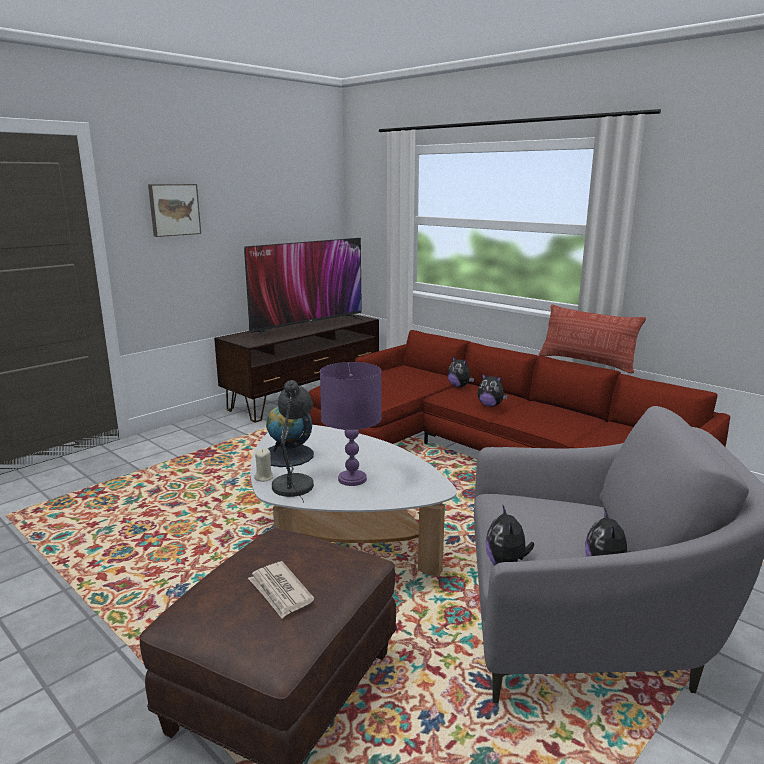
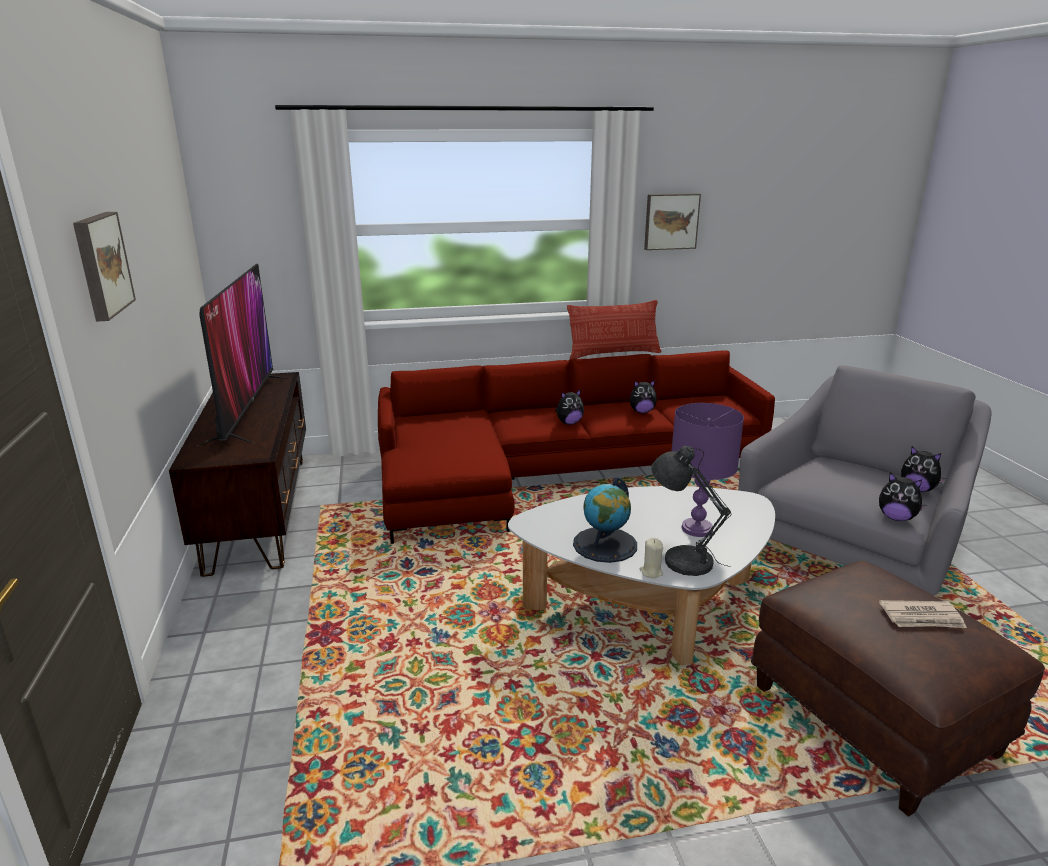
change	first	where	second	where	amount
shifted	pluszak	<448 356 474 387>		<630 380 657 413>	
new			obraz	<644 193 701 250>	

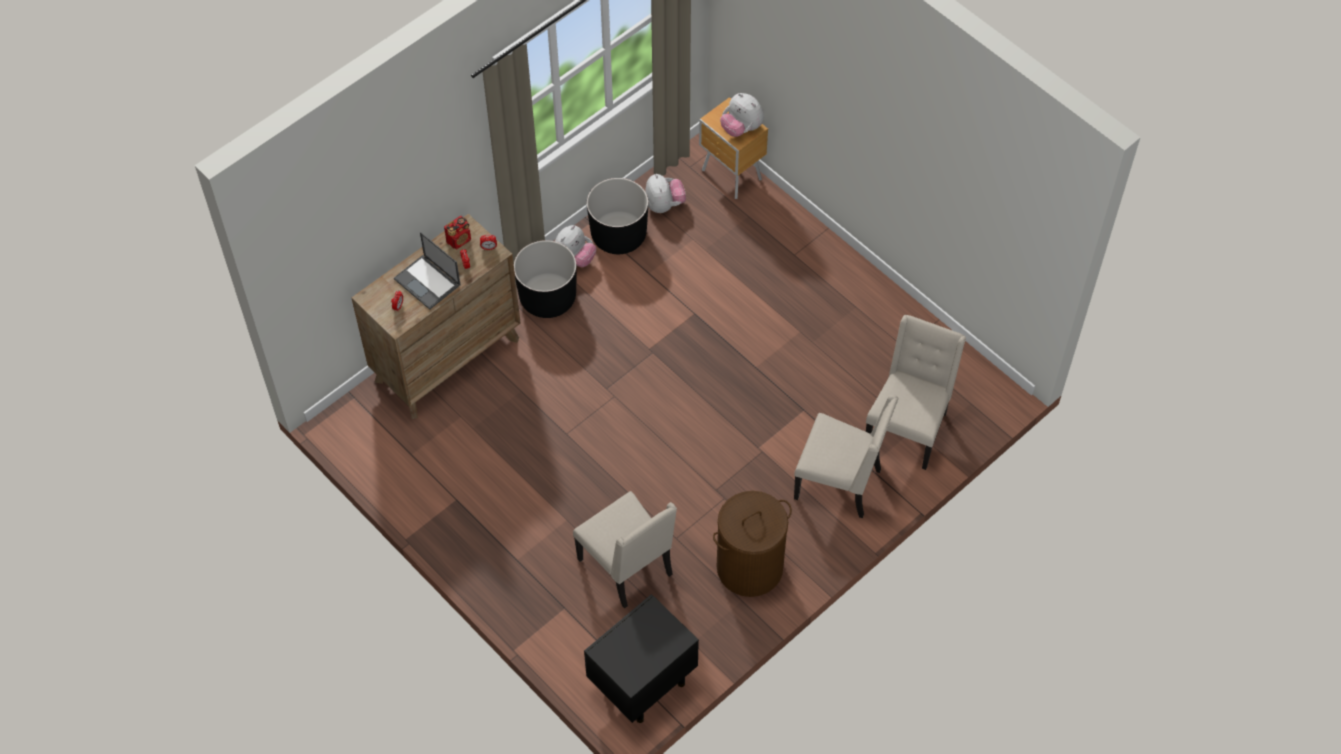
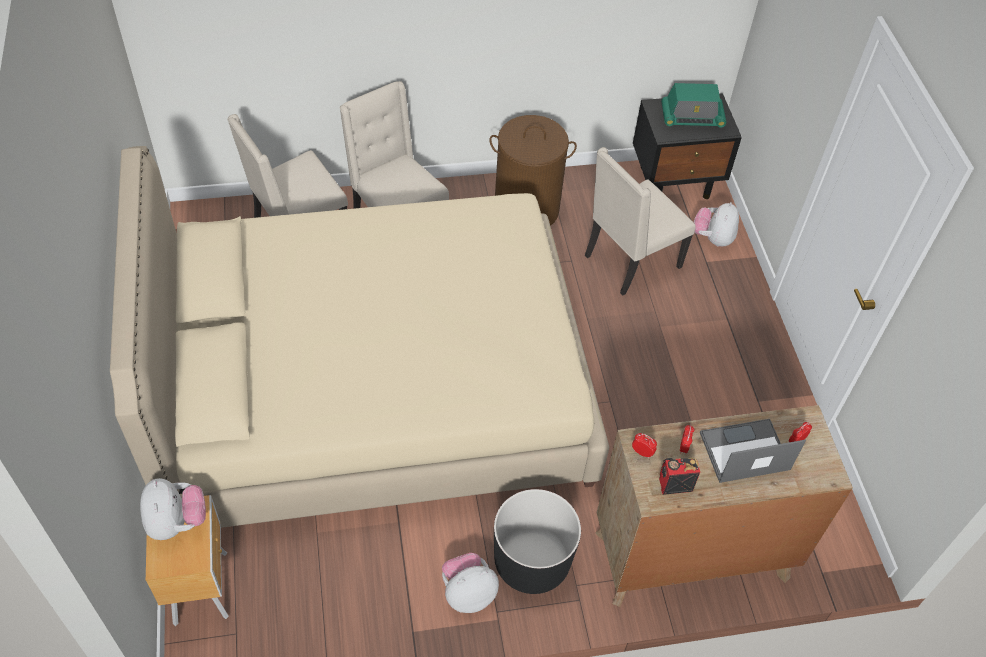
change	first	where	second	where	amount
shifted	pluszak	<645 174 686 213>		<694 202 739 247>	
gone	donica/czarny	<587 178 648 254>			
rotated	laptop	<394 232 460 310>		<700 419 806 483>	90 degrees counterclockwise
rotated	krzesło/beżowy	<573 491 677 608>		<585 147 696 295>	120 degrees counterclockwise
new			radio	<661 83 726 128>	
new			łóżko/beżowy	<110 146 609 528>	

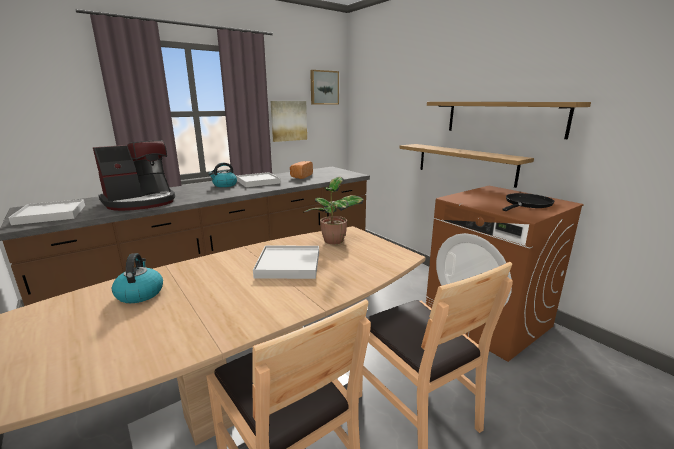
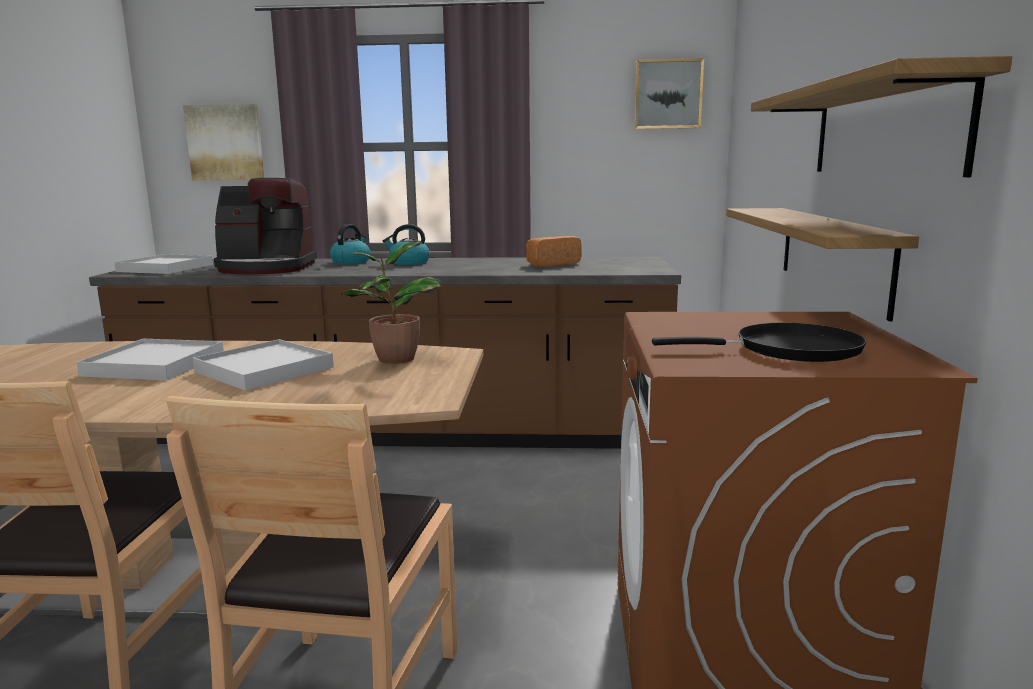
change	first	where	second	where	amount
shifted	obraz	<271 101 307 142>		<183 104 264 180>	
shifted	taca/biały	<236 172 281 187>		<77 339 224 381>	
shifted	czajnik	<112 253 163 303>		<330 224 370 264>	

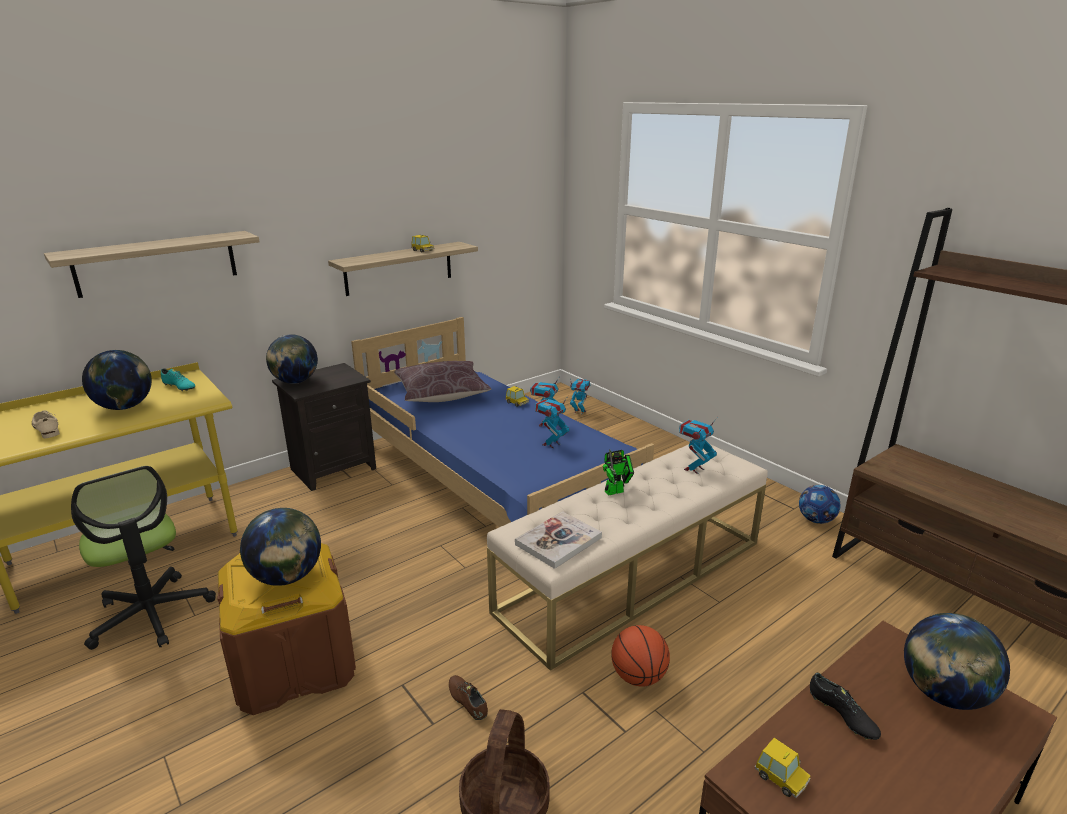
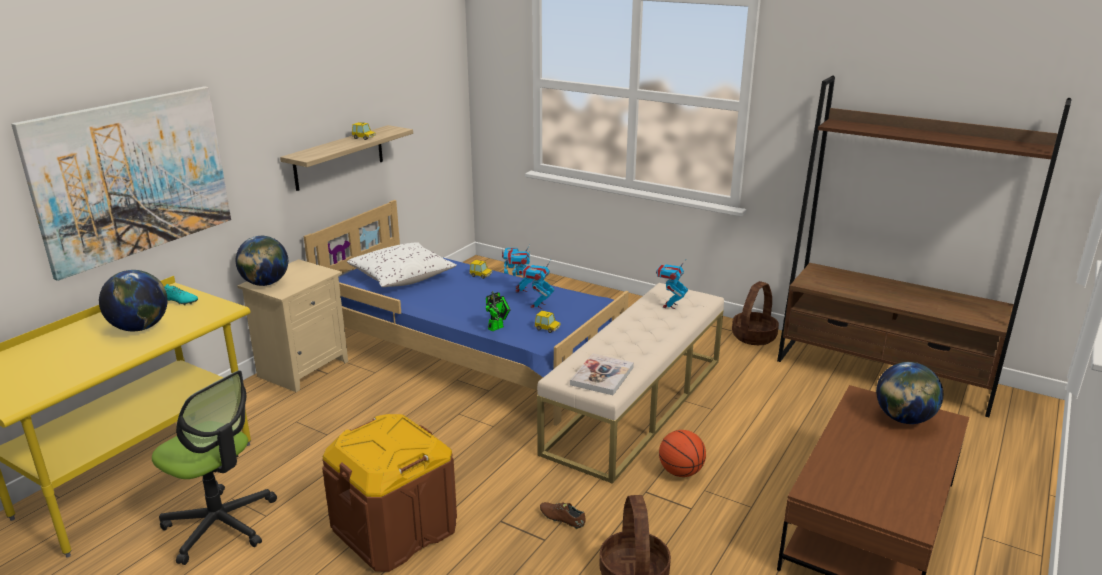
change	first	where	second	where	amount
swapped	półka	<44 231 259 298>	obraz	<11 86 231 281>	
repainted	poduszka/brązowy	<394 361 491 402>	poduszka/biały	<347 242 457 287>	
repainted	szafka nocna/czarny	<272 363 376 491>	szafka nocna/beżowy	<237 259 348 392>	
gone	but/beżowy	<32 411 60 439>			
shifted	robot zabawkowy	<603 450 634 496>		<486 291 511 331>	
swapped	piłka futbolowa	<799 485 841 524>	koszyk	<732 281 779 345>	
gone	globus	<240 508 321 586>			
gone	but/czarny	<810 673 881 740>			
shifted	samochodzik	<755 738 811 798>		<534 311 561 333>	

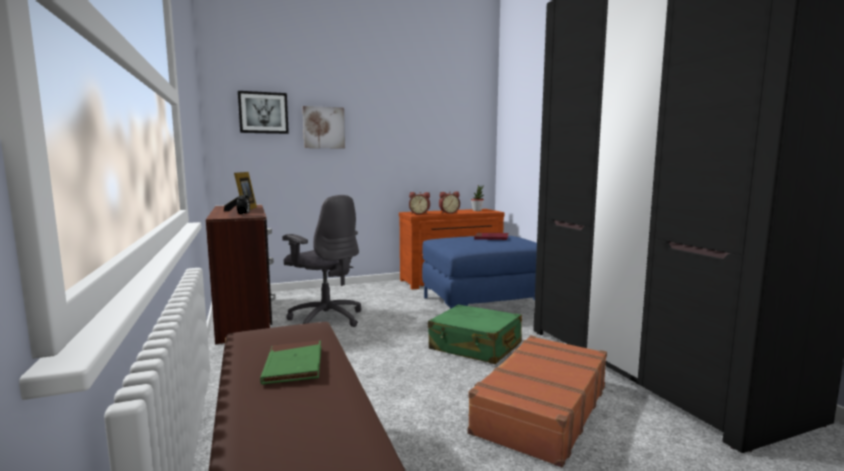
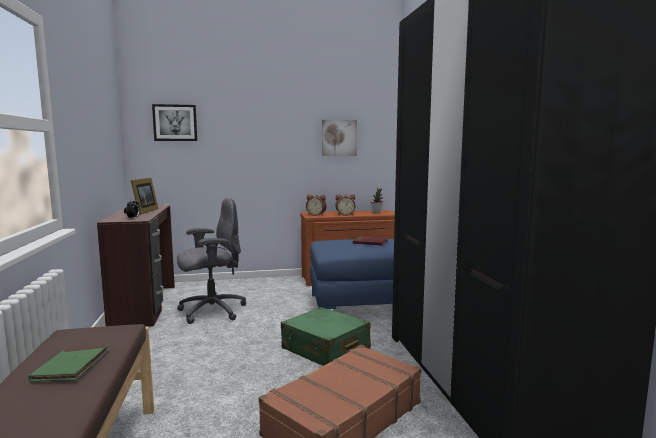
change	first	where	second	where	amount
shifted	obraz	<303 106 345 149>		<322 120 357 156>	
rotated	krzesło biurowe/szary	<282 195 361 327>		<177 198 246 324>	75 degrees counterclockwise

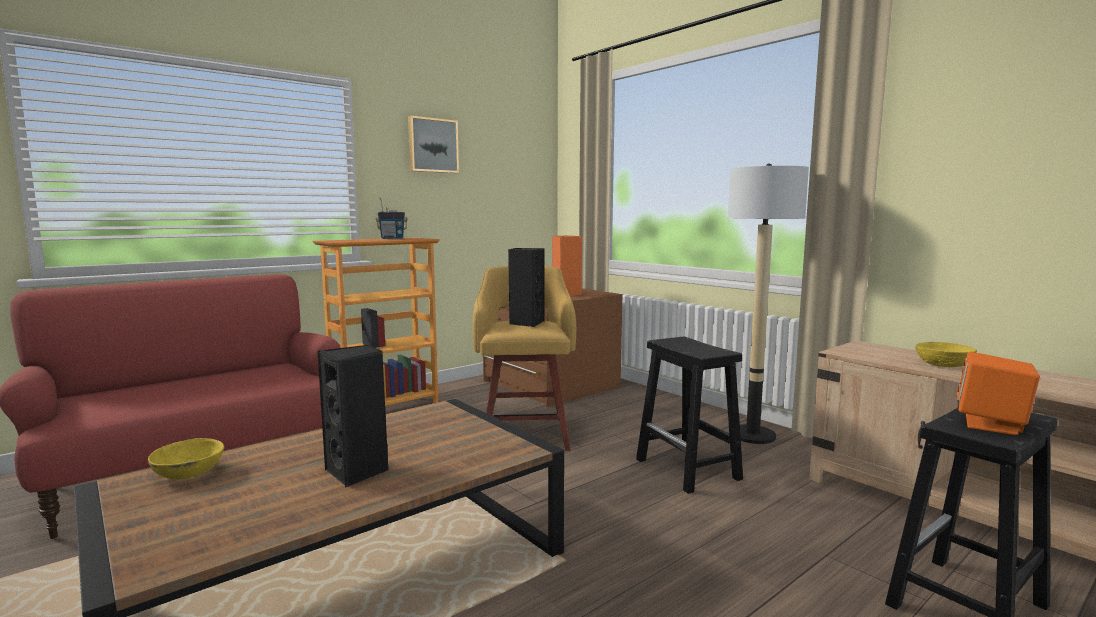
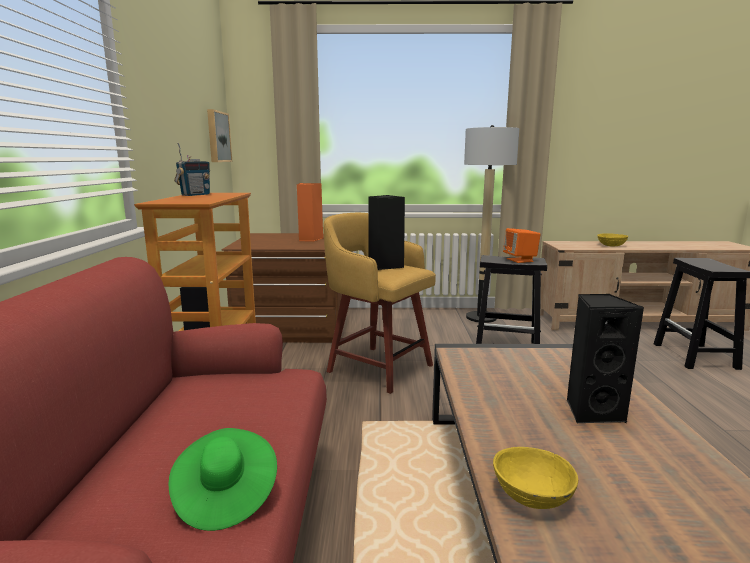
change	first	where	second	where	amount
shifted	obraz	<408 116 459 173>		<207 109 232 162>	
shifted	głośnik/pomarańczowy	<957 352 1040 435>		<503 228 541 263>	
new			kapelusz/zielony	<169 428 277 531>	

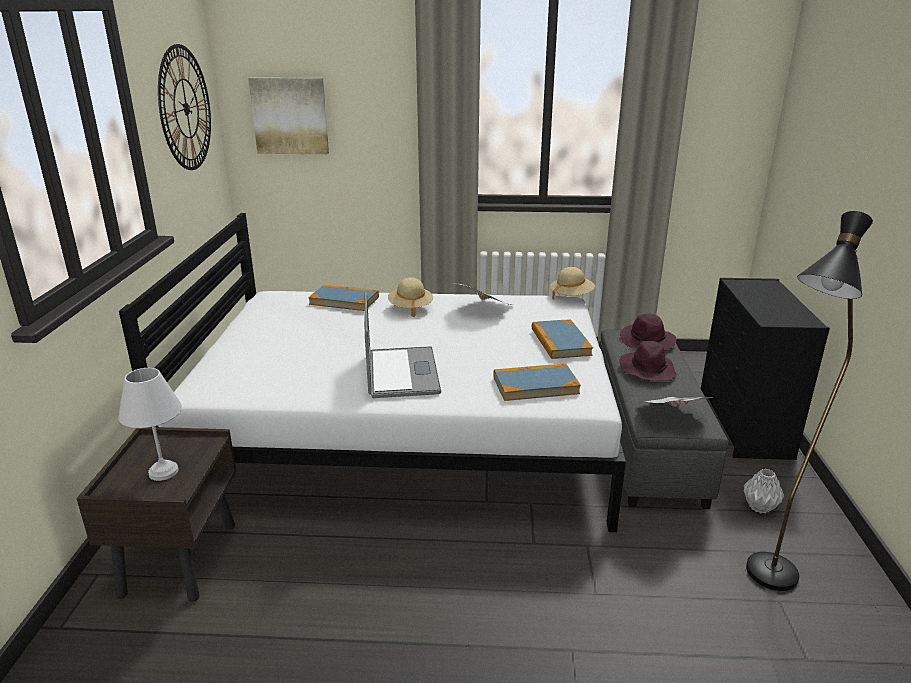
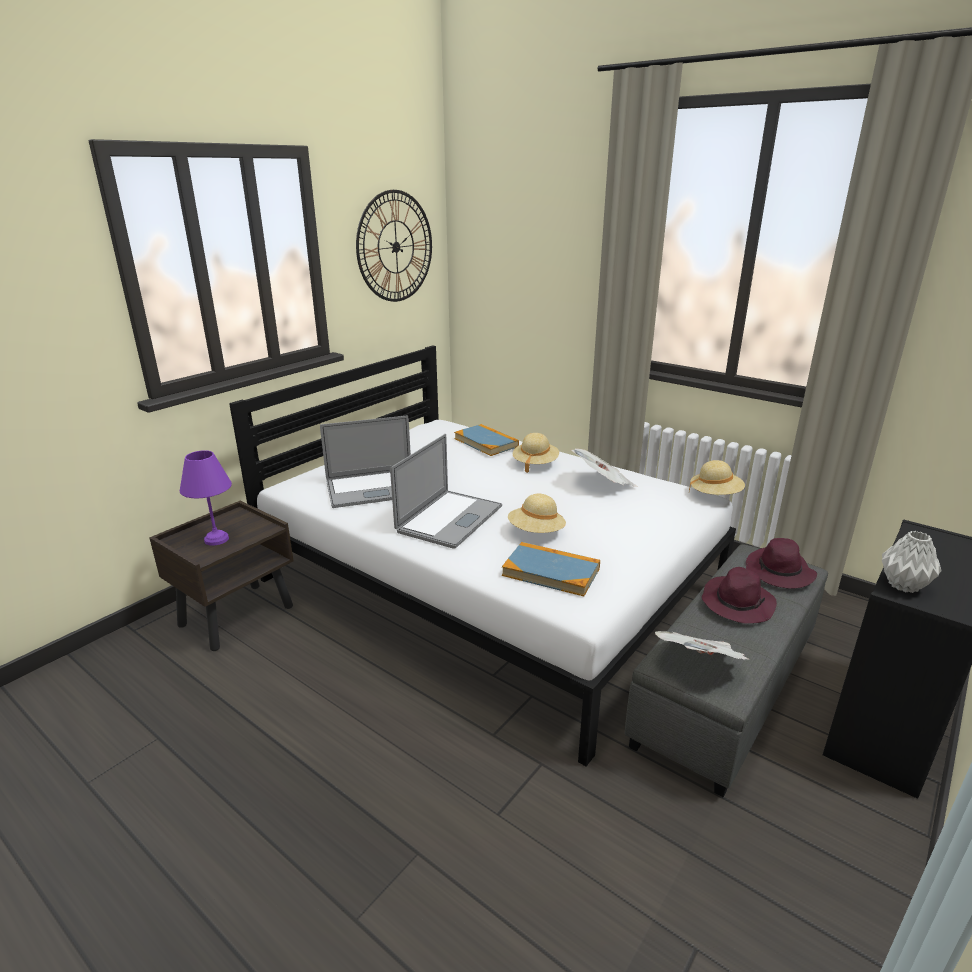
change	first	where	second	where	amount
gone	obraz	<248 77 329 154>			
gone	lampa stojąca/czarny	<746 211 873 591>			
gone	książka	<532 319 593 359>			
repainted	lampa stołowa/biały	<118 368 182 481>	lampa stołowa/fioletowy	<180 450 232 546>	
shifted	wazon/szary	<743 469 784 514>		<882 531 942 593>	
new			laptop	<320 415 411 508>	
new			kapelusz/beżowy	<508 494 566 533>	

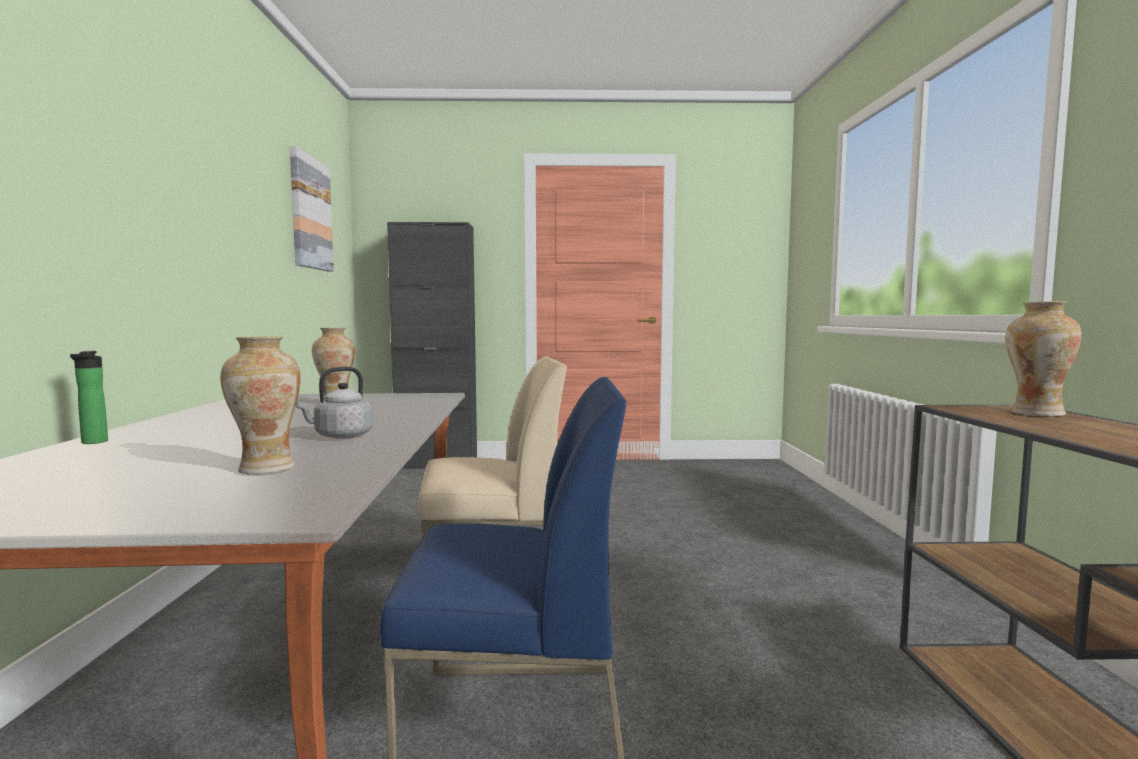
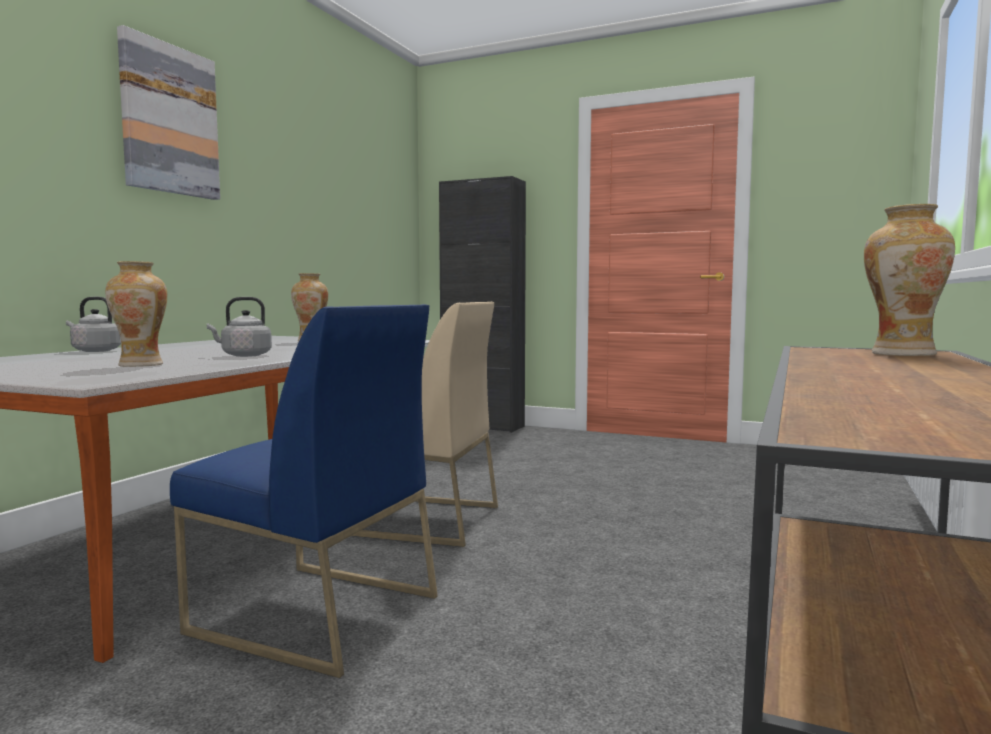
change	first	where	second	where	amount
shifted	obraz	<290 147 334 272>		<117 25 220 200>	
swapped	butelka	<70 351 108 444>	czajnik/szary	<66 297 121 352>	

